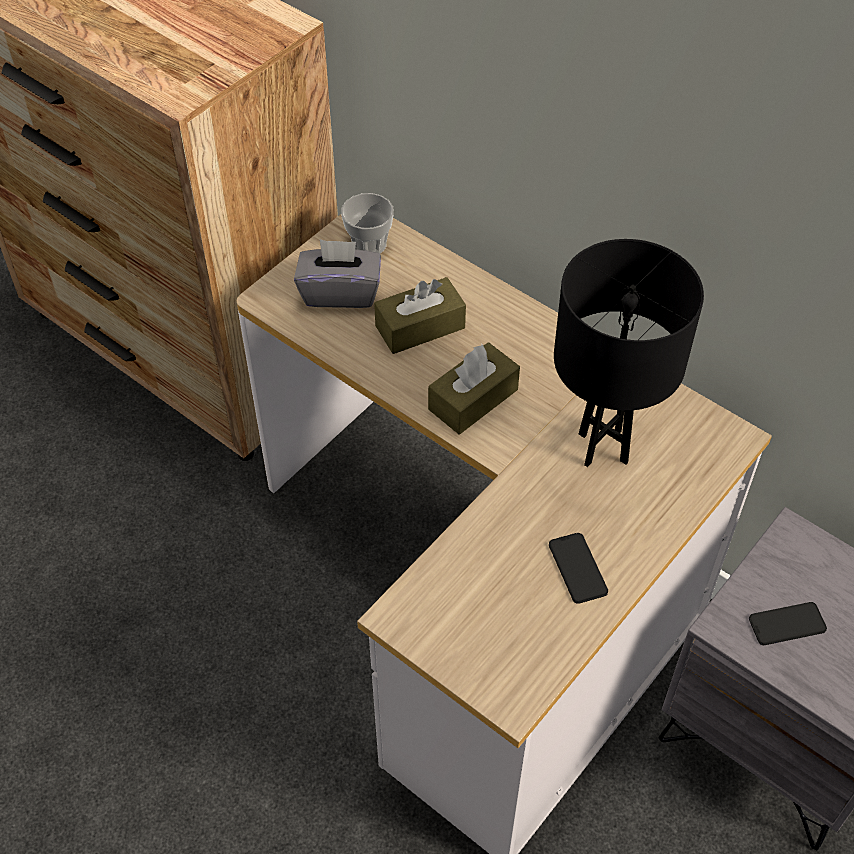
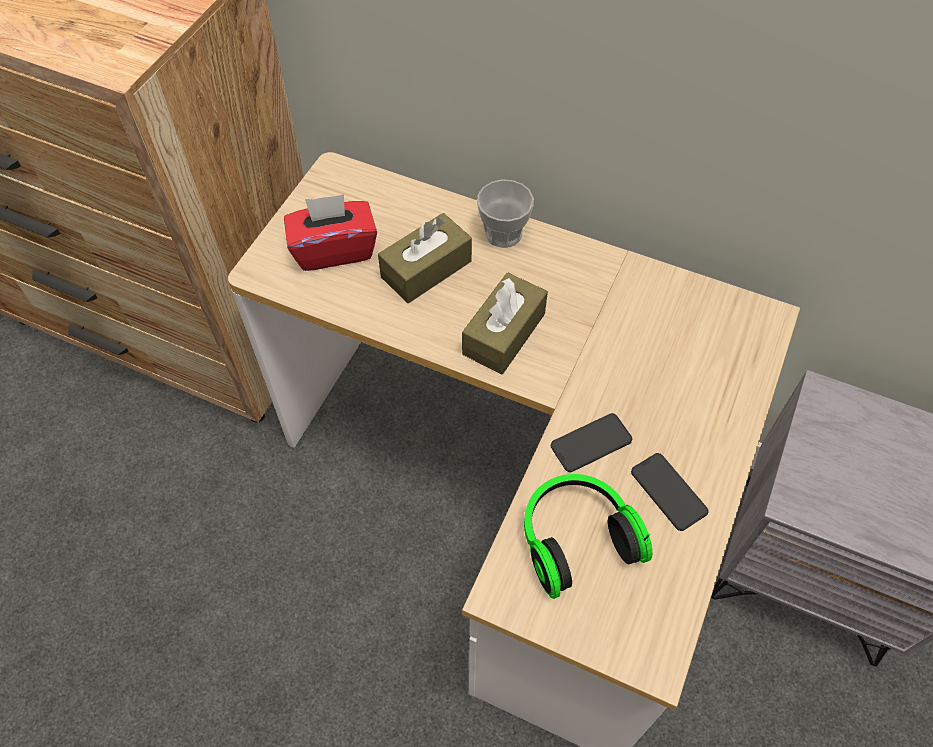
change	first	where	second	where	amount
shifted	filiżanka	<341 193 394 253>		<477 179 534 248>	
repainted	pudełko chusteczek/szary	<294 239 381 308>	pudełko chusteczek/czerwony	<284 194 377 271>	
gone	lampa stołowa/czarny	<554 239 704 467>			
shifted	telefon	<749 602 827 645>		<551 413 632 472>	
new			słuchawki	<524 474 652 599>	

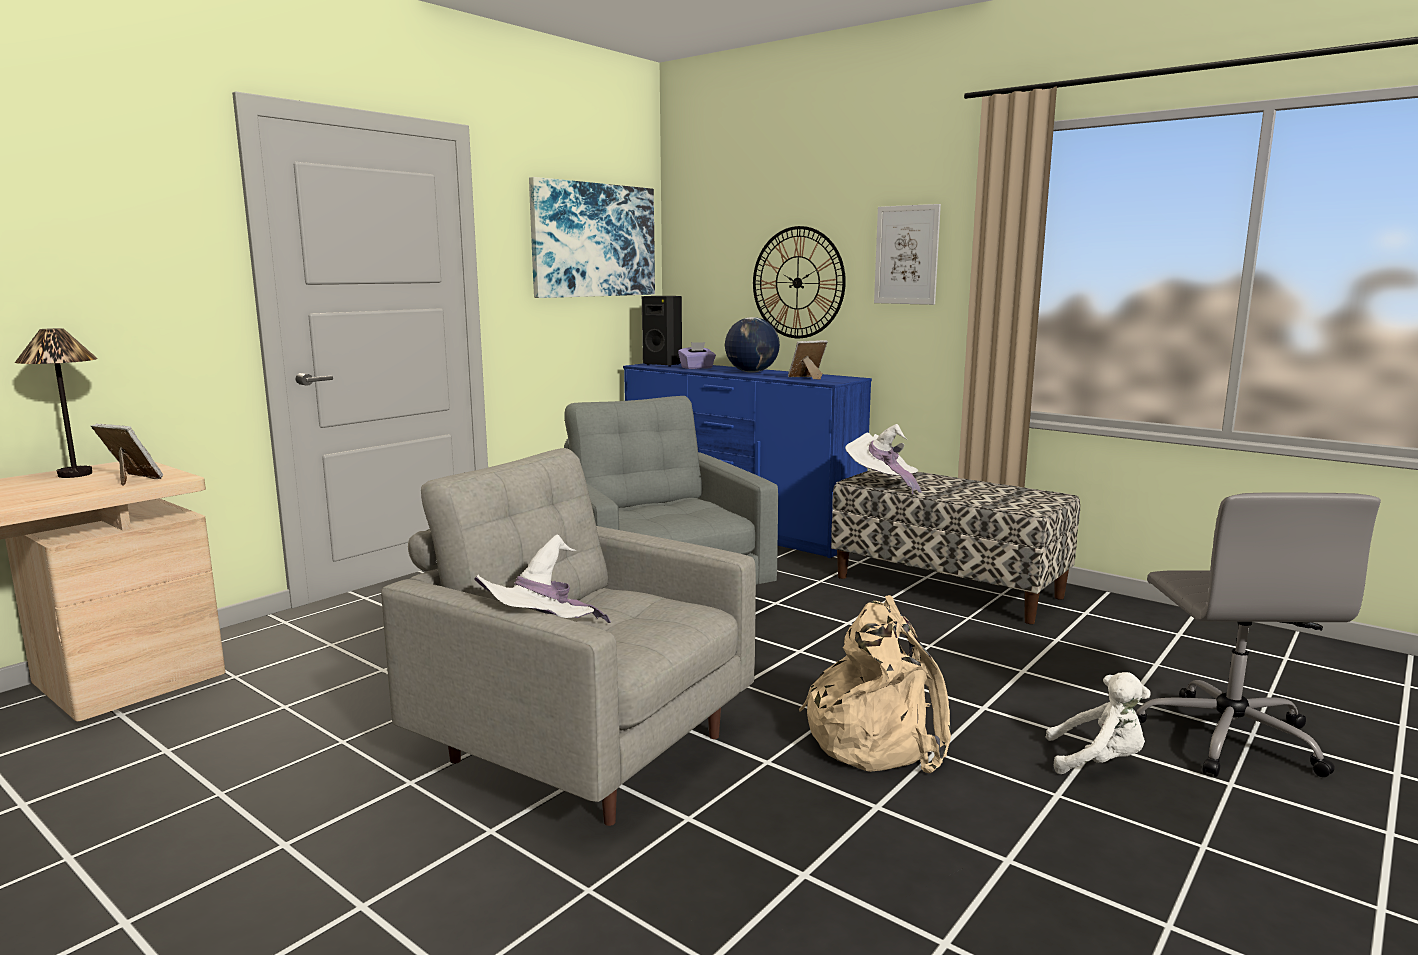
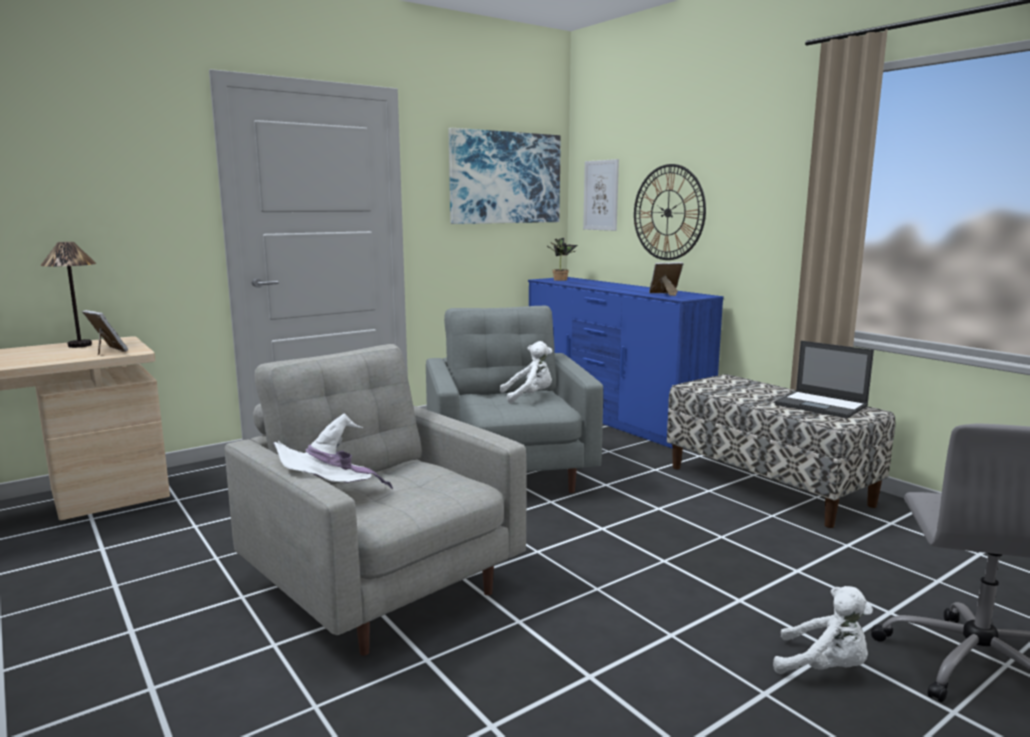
change	first	where	second	where	amount
shifted	obraz	<874 204 941 305>		<583 159 619 231>	
swapped	głośnik/czarny	<642 296 682 367>	roślina doniczkowa	<547 238 578 281>	
gone	globus	<725 317 780 373>			
gone	pudełko chusteczek/fioletowy	<678 342 716 369>			
gone	kapelusz/biały	<845 424 922 494>			
gone	plecak/beżowy	<799 595 951 773>			
new			pluszak/biały	<500 341 552 404>	
new			laptop	<774 341 874 419>	

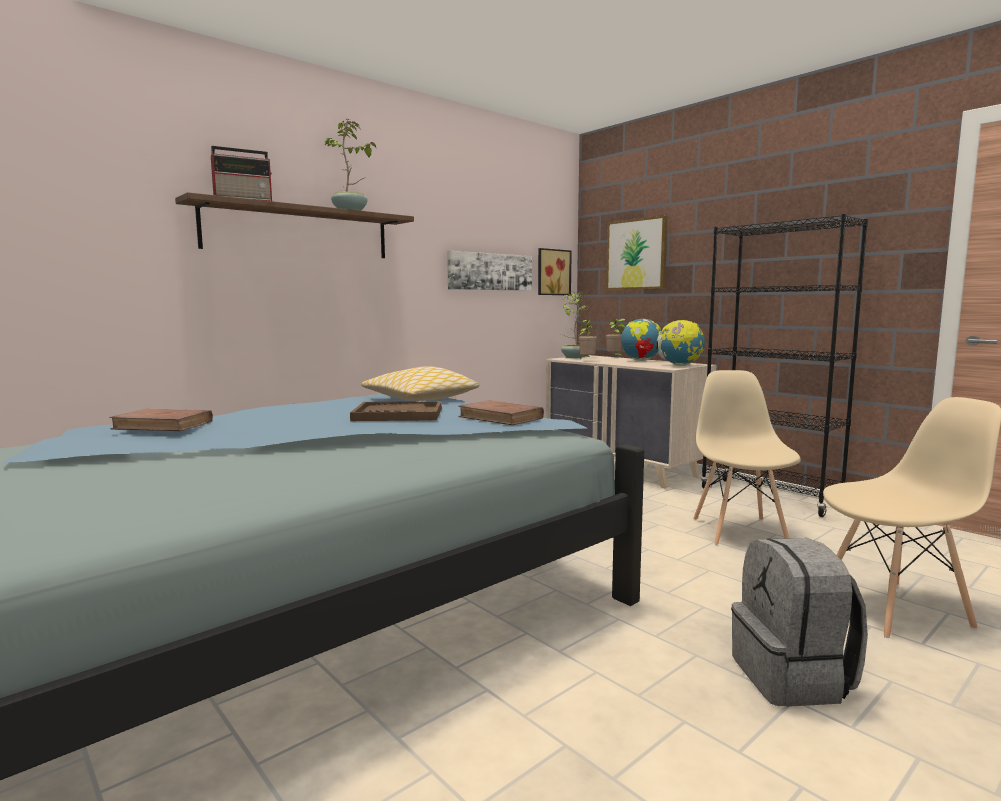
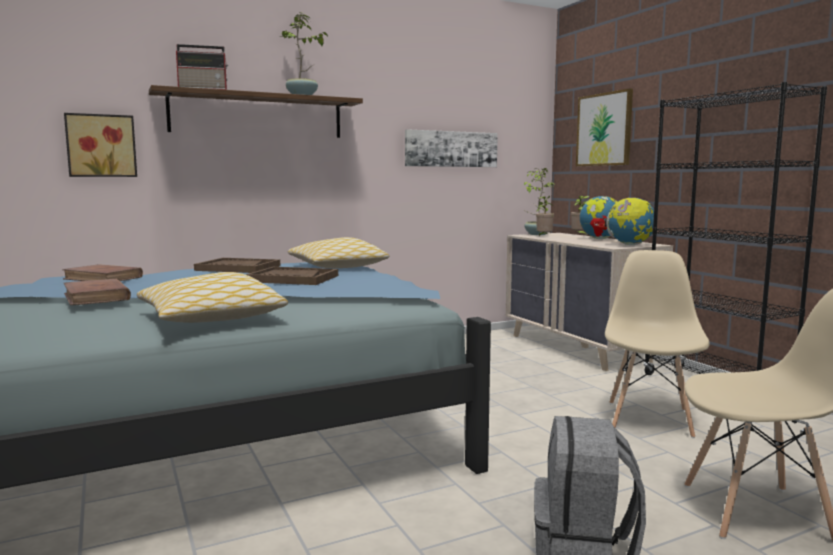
change	first	where	second	where	amount
shifted	obraz	<538 248 572 295>		<64 113 137 177>	
shifted	książka/brązowy	<458 400 544 425>		<64 279 131 305>	
new			taca/brązowy	<194 258 280 273>	
new			poduszka	<137 272 288 323>	

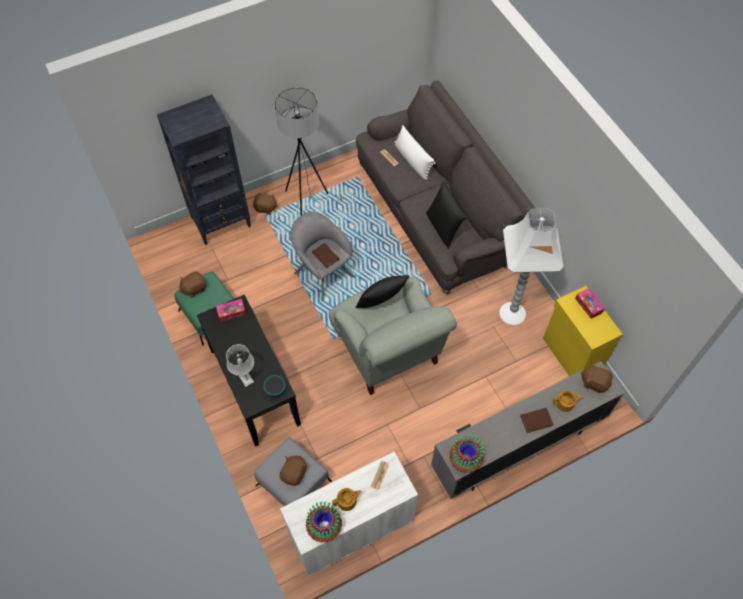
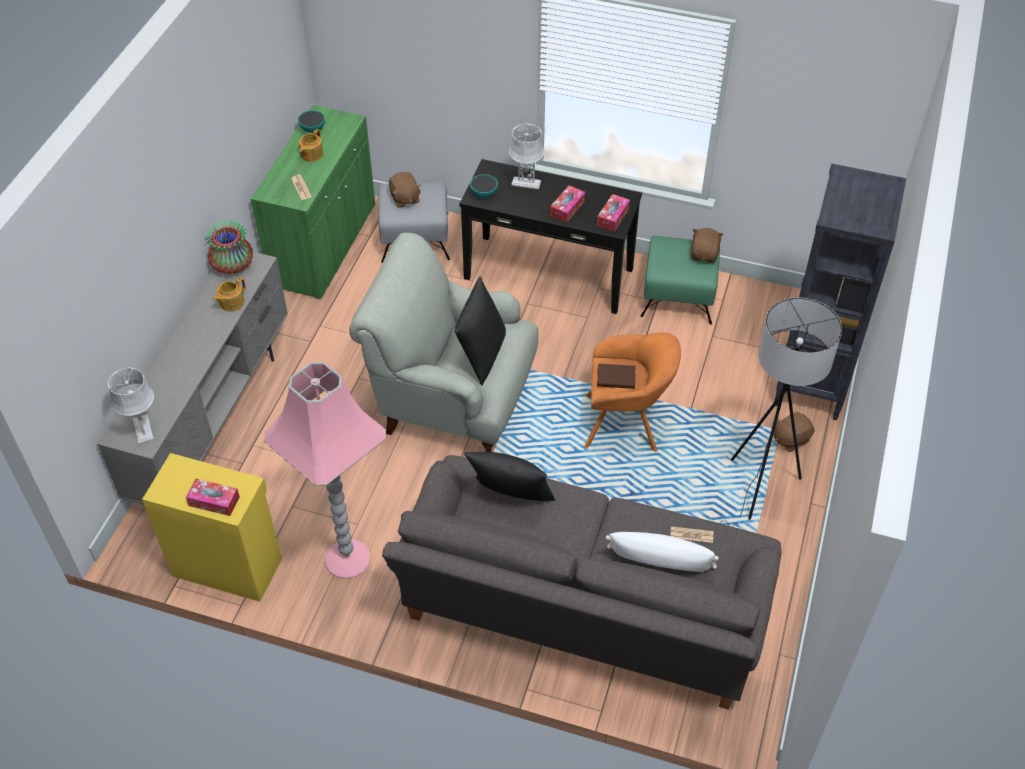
change	first	where	second	where	amount
repainted	lampa stojąca/biały	<499 208 564 326>	lampa stojąca/różowy	<264 362 386 579>	
repainted	fotel/szary	<290 212 355 301>	fotel/pomarańczowy	<584 332 681 452>	
swapped	pluszak/brązowy	<581 362 613 393>	lampa stołowa/szary	<108 368 154 444>	
shifted	imbryk	<553 390 583 412>		<213 277 246 312>	
gone	książka/brązowy	<520 408 554 433>			
repainted	szafka/biały	<280 452 418 577>	szafka/zielony	<250 105 375 299>	
swapped	wazon	<306 501 342 542>	miska	<298 110 325 133>	
new			pudełko chusteczek	<550 186 585 223>	

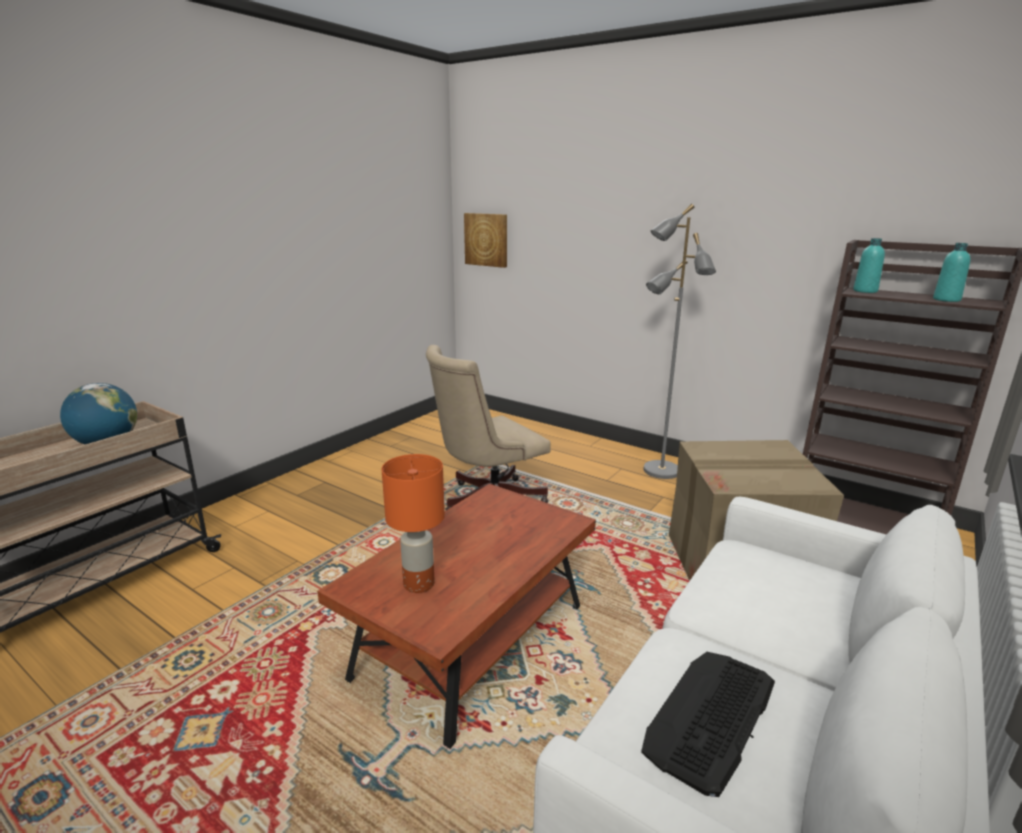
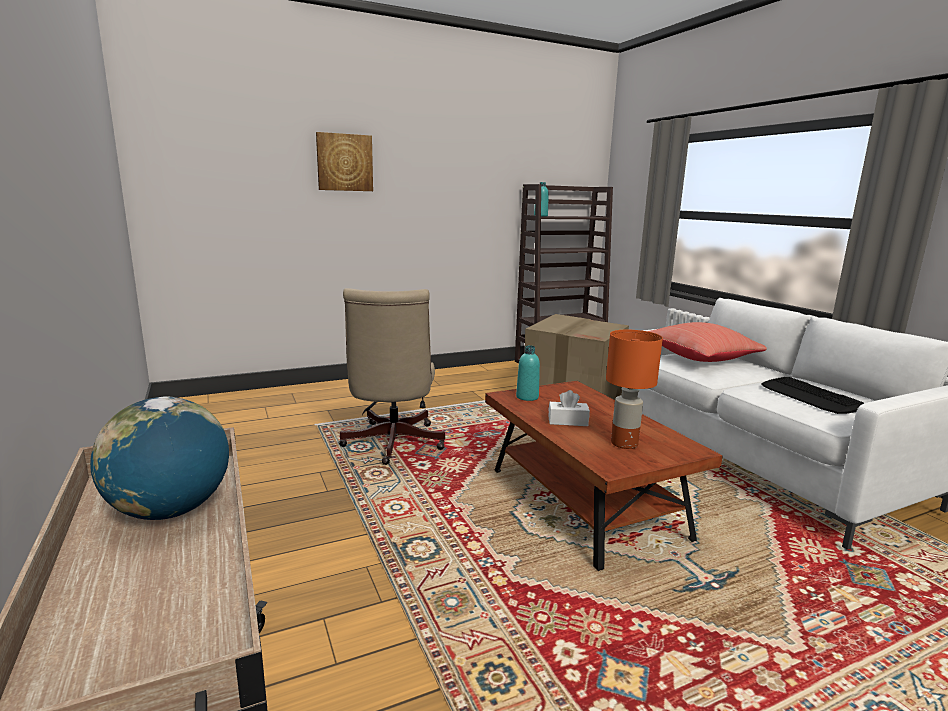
change	first	where	second	where	amount
gone	lampa stojąca/szary	<644 204 716 479>			
shifted	obraz	<464 213 507 268>		<316 132 373 191>	
shifted	butelka/turkusowy	<933 243 970 302>		<516 346 540 401>	
new			poduszka/czerwony	<648 322 767 362>	
new			pudełko chusteczek/biały	<548 390 590 426>	

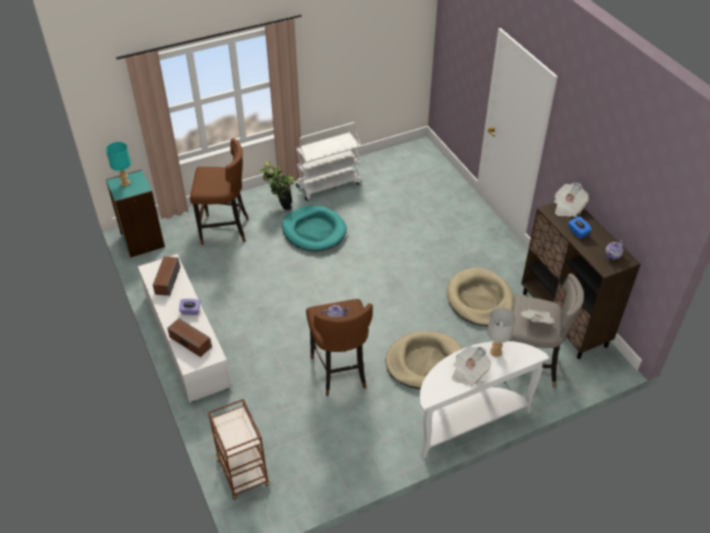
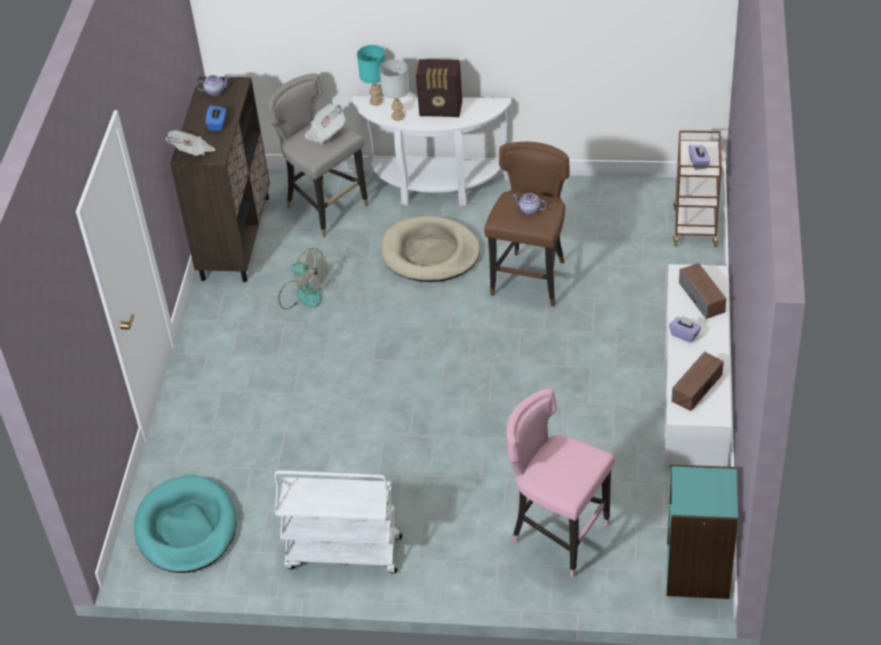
change	first	where	second	where	amount
repainted	stołek/brązowy	<190 138 249 245>	stołek/różowy	<506 388 615 578>	
shifted	lampa stołowa/turkusowy	<106 142 131 186>		<357 45 386 106>	
gone	roślina doniczkowa	<259 161 294 210>			
shifted	legowisko/turkusowy	<282 206 347 251>		<134 475 237 573>	
swapped	legowisko/beżowy	<447 268 514 326>	wentylator	<278 248 327 309>	
swapped	gazeta	<452 346 491 387>	radio	<416 59 462 117>	
new			pudełko chusteczek/fioletowy	<688 144 710 170>	

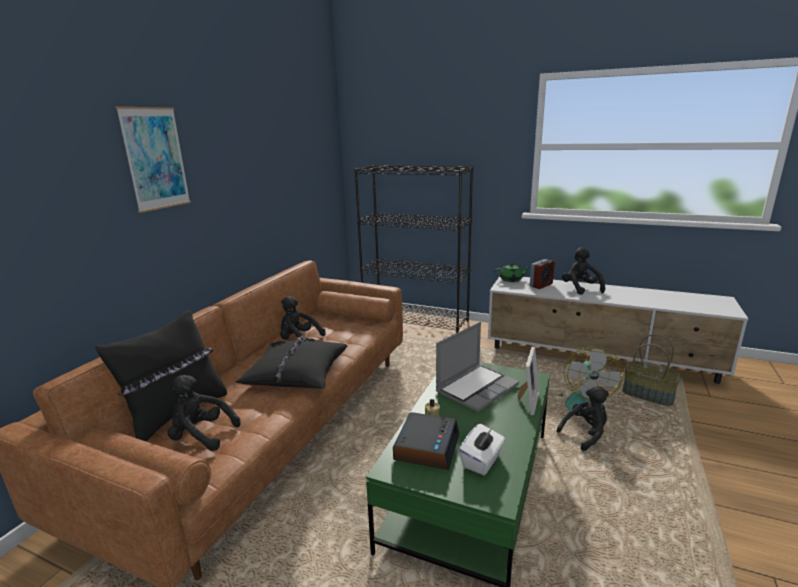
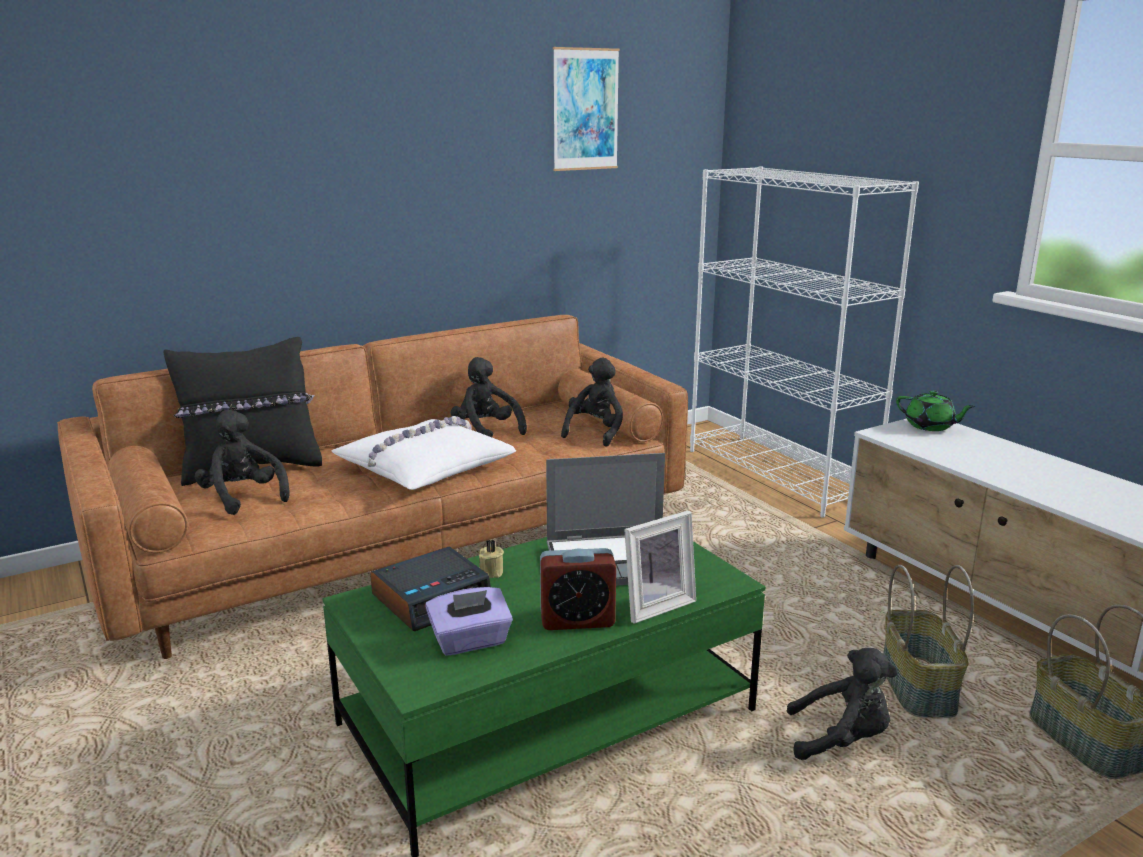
change	first	where	second	where	amount
shifted	obraz	<116 106 191 213>		<553 47 620 171>	
repainted	regał/czarny	<354 165 473 333>	regał/biały	<690 166 919 518>	
shifted	pluszak/czarny	<562 247 605 295>		<561 358 623 447>	
shifted	budzik	<530 259 555 289>		<540 548 616 630>	
repainted	poduszka/czarny	<236 336 347 389>	poduszka/biały	<332 416 516 490>	
swapped	wentylator	<559 346 623 410>	koszyk	<883 565 974 718>	
repainted	pudełko chusteczek/biały	<459 424 505 475>	pudełko chusteczek/fioletowy	<425 587 513 656>	

